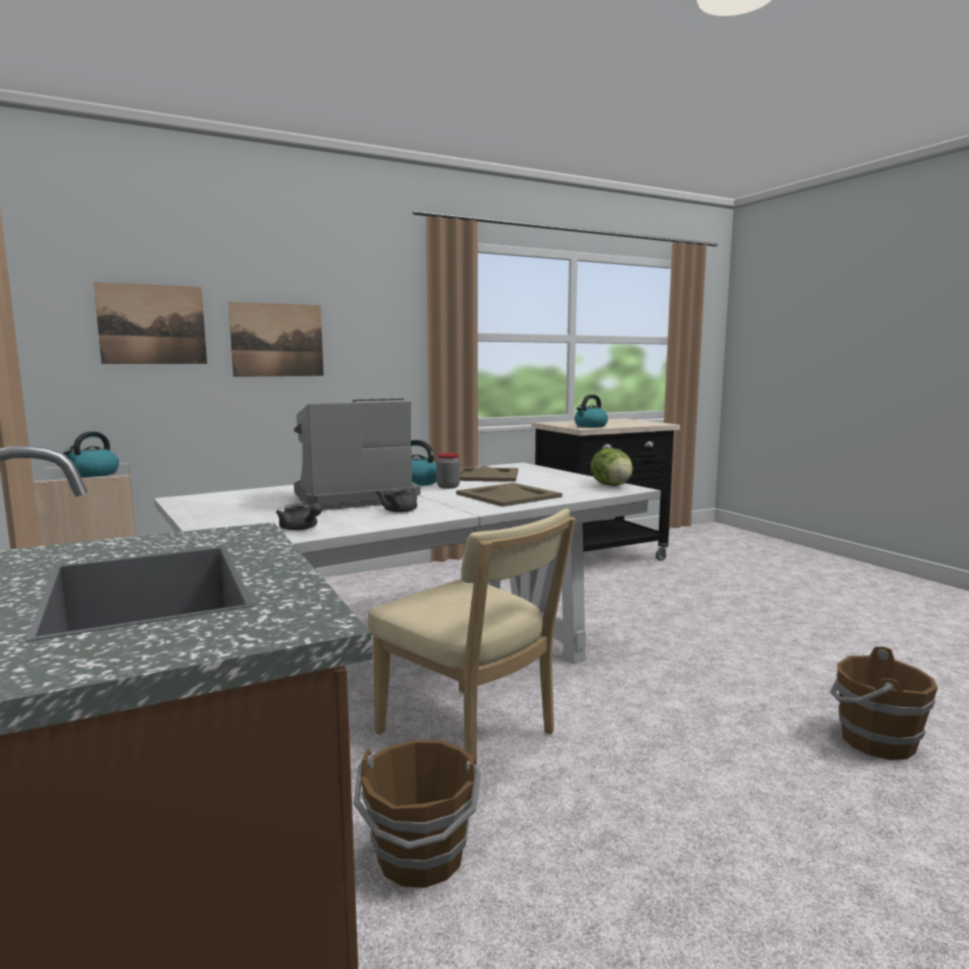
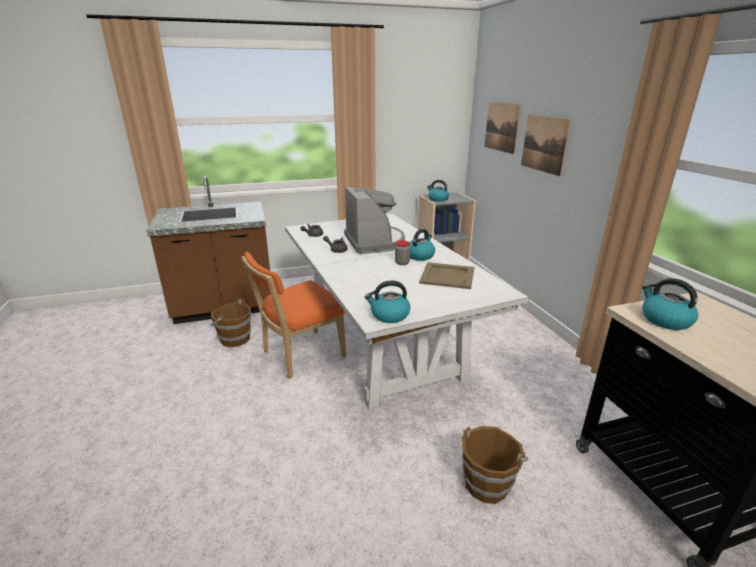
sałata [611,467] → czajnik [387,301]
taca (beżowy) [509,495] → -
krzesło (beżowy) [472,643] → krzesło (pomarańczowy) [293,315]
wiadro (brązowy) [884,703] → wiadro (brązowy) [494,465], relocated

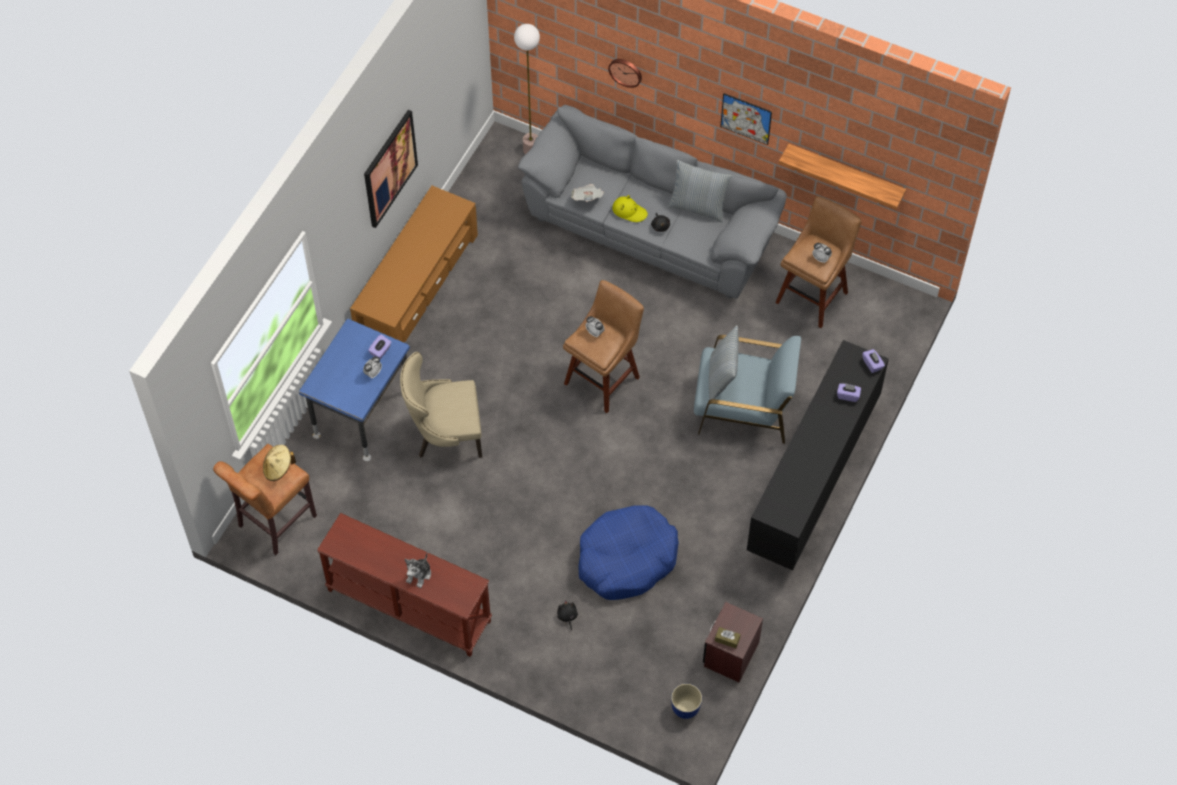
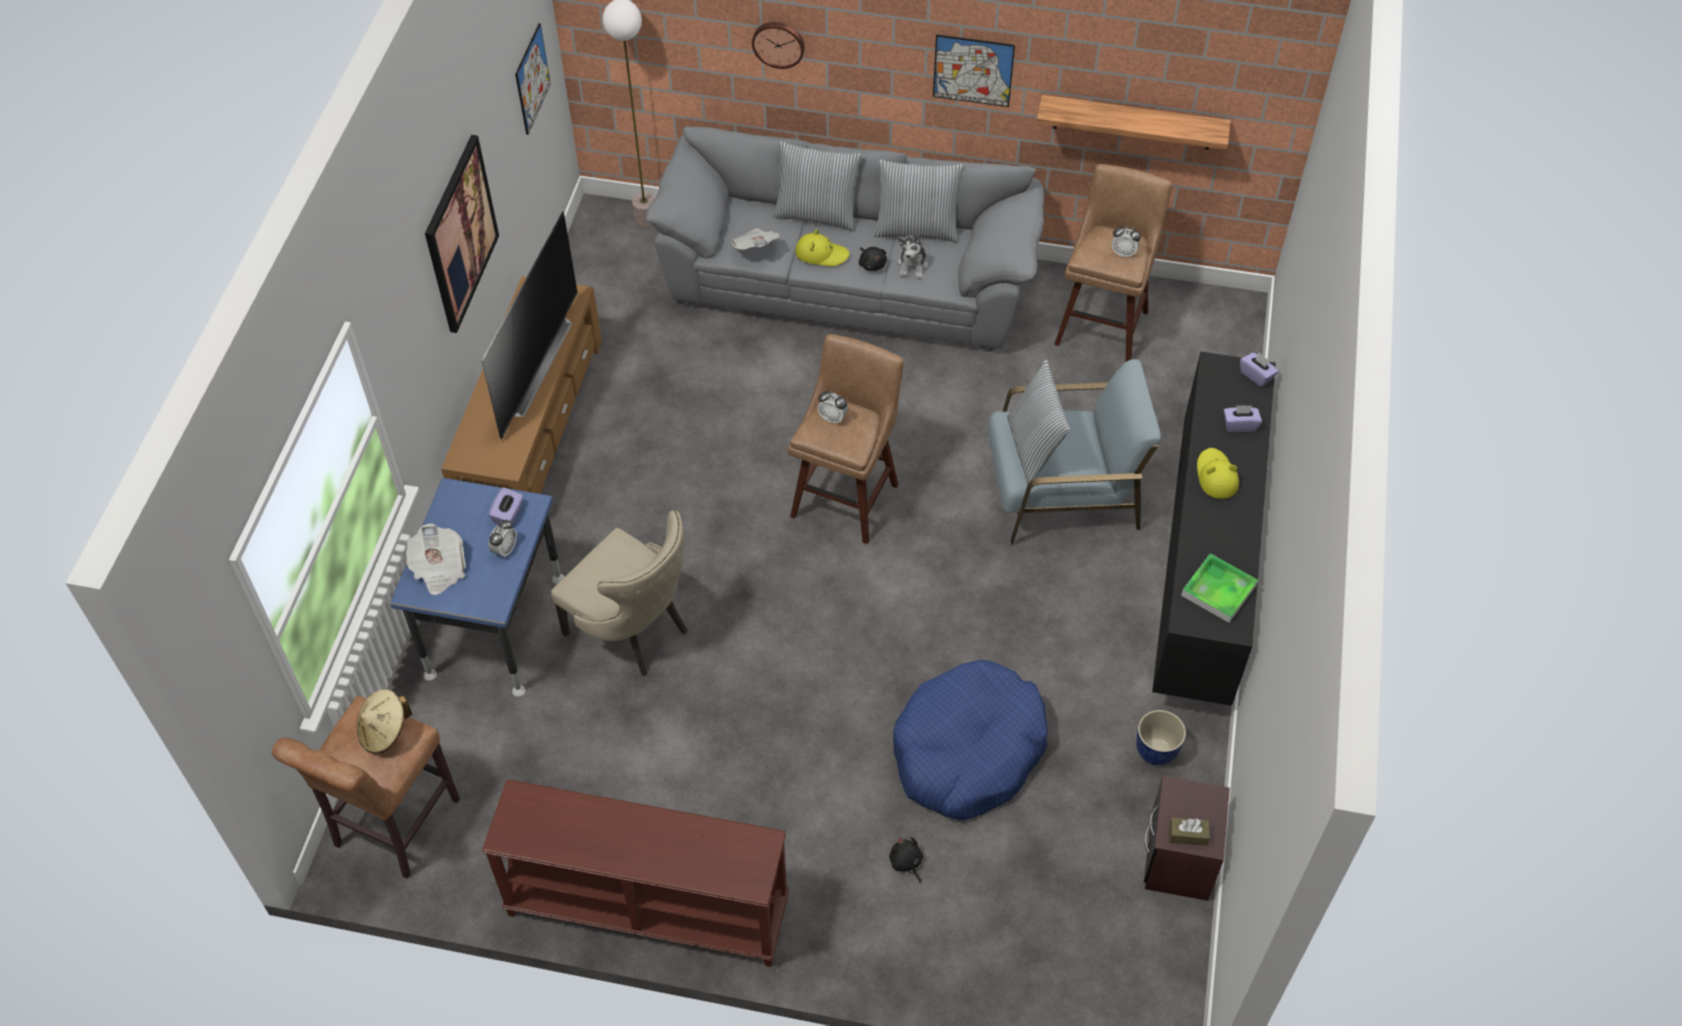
krzesło (beżowy) [441,405] → krzesło (beżowy) [619,593], 120 degrees counterclockwise
pluszak [418,570] → pluszak [912,256], relocated
donica [686,701] → donica [1161,737], relocated
- → obraz [533,79]
- → poduszka [817,186]
- → telewizor [529,325]
- → kapelusz (żółty) [1218,473]
- → gazeta [435,559]
- → taca [1219,588]

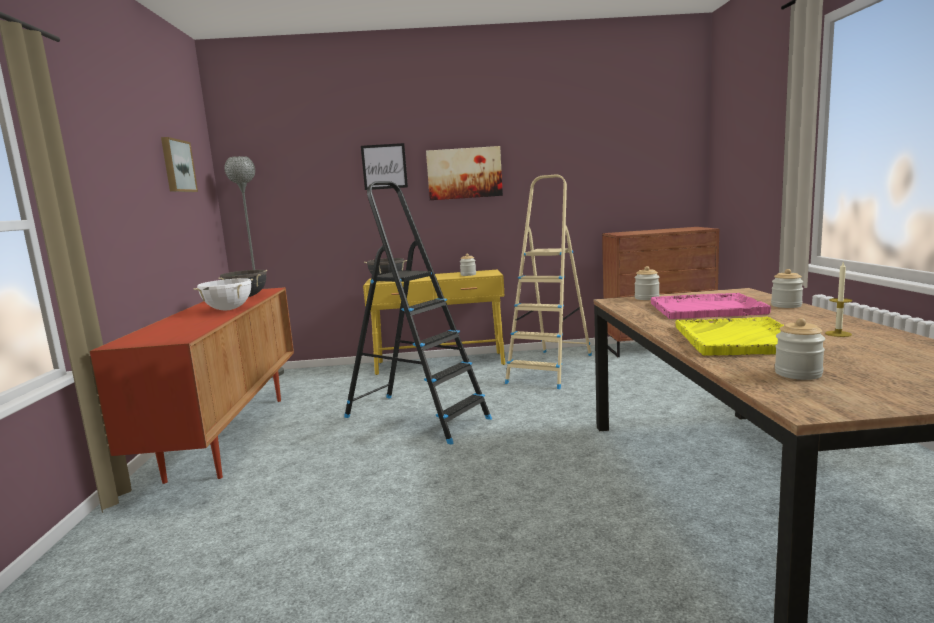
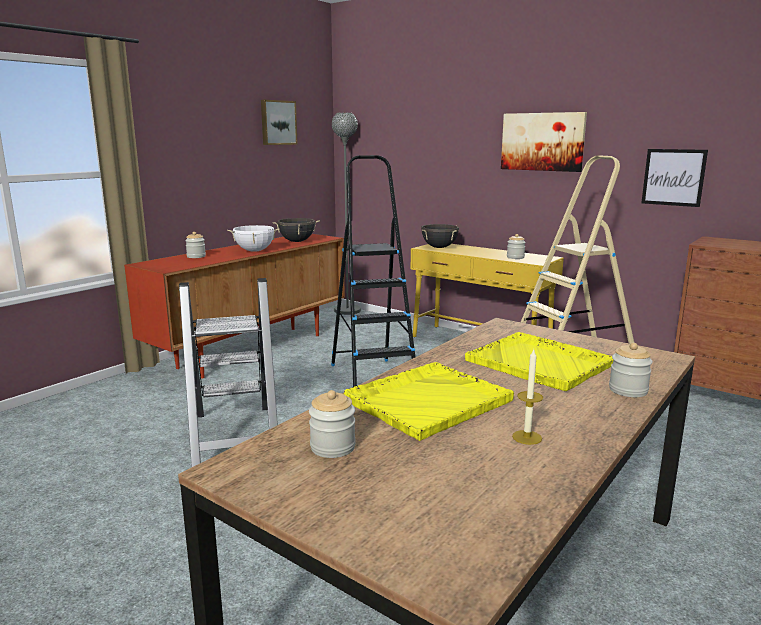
obraz [384,166] → obraz [674,178], relocated
słoik [646,283] → słoik [195,245], relocated
taca (różowy) [711,306] → taca (żółty) [539,361]
- → drabinka (szary) [228,373]

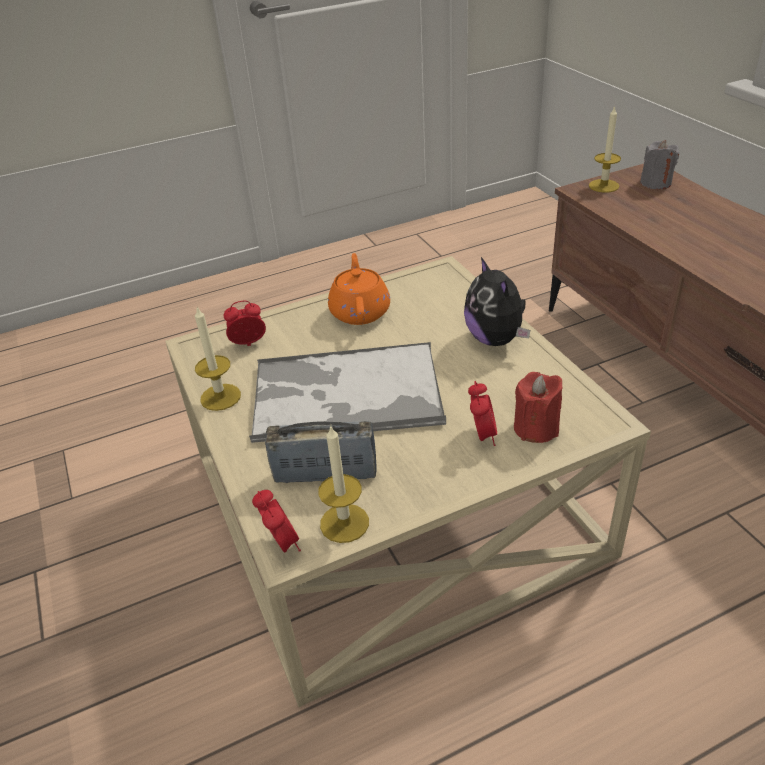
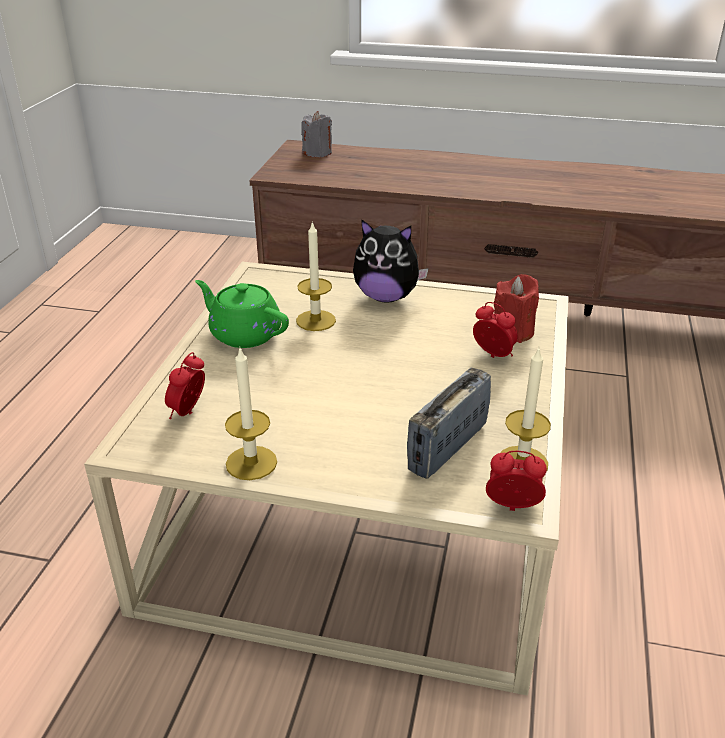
świeca [605,149] → świeca [316,276], relocated
imbryk (pomarańczowy) [359,289] → imbryk (zielony) [242,314]
taca [347,392] → -

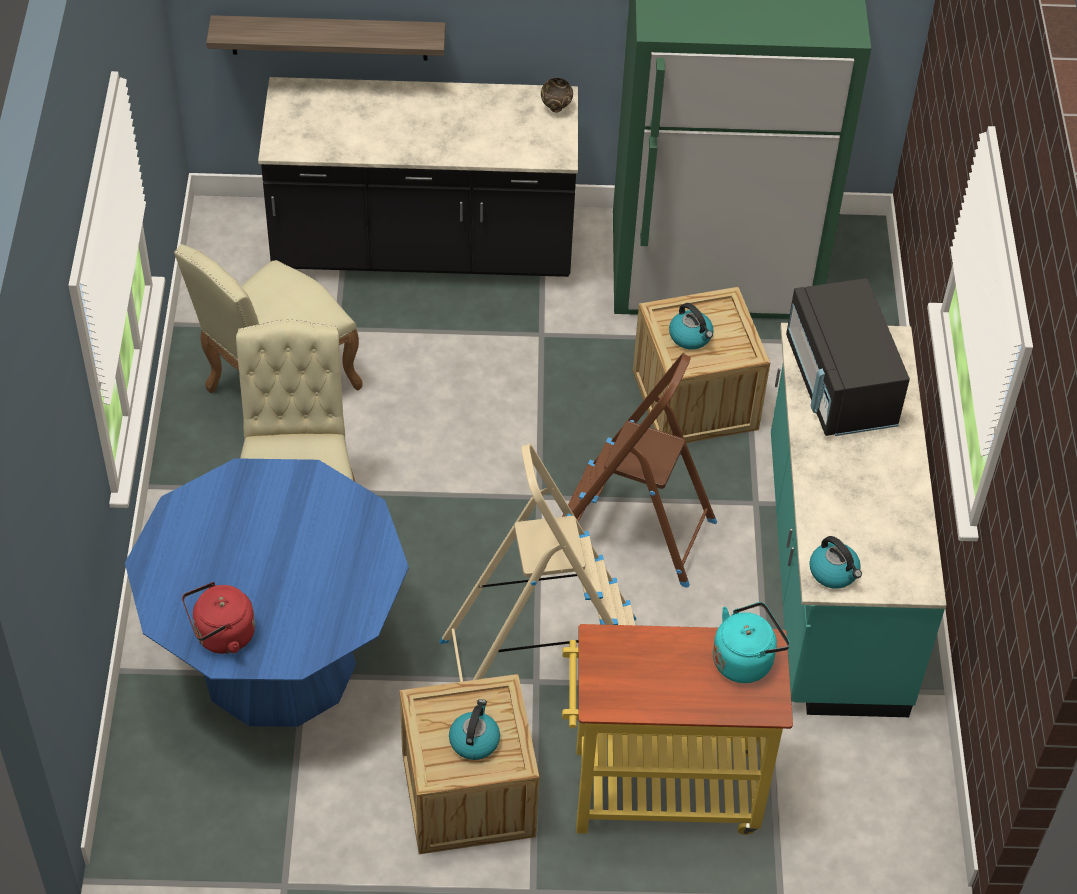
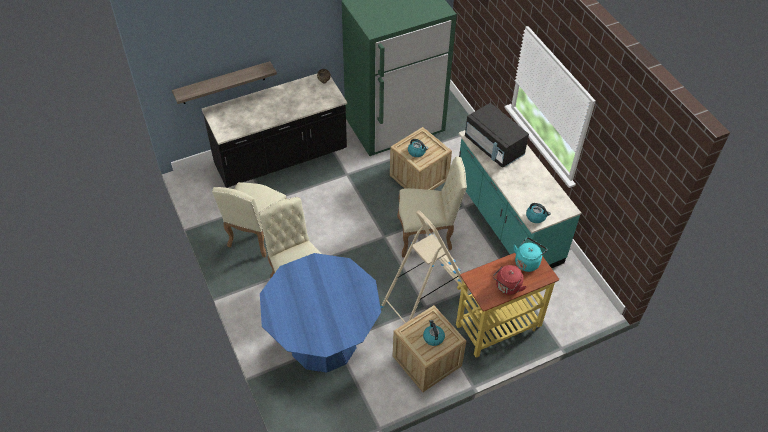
drabinka (brązowy) [639,470] → krzesło (beżowy) [432,207]
czajnik (czerwony) [218,618] → czajnik (czerwony) [509,280], relocated

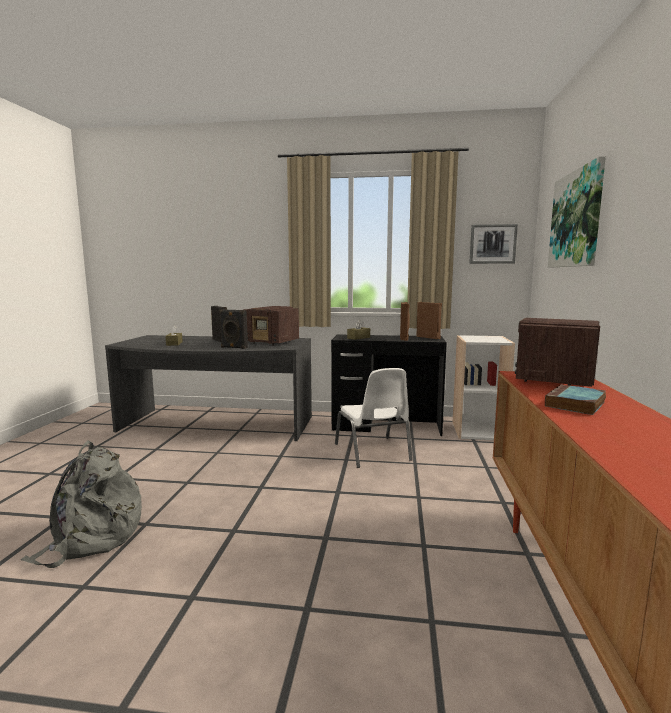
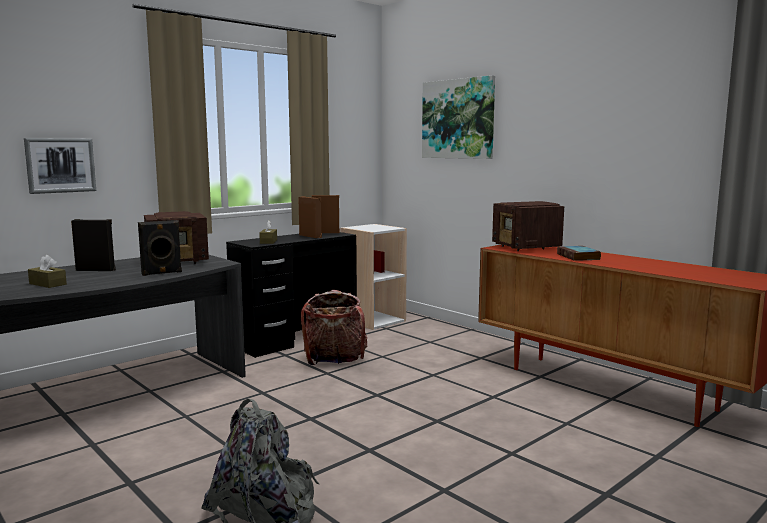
obraz [493,244] → obraz [60,166], relocated
krzesło (biały) [374,418] → plecak [334,327]

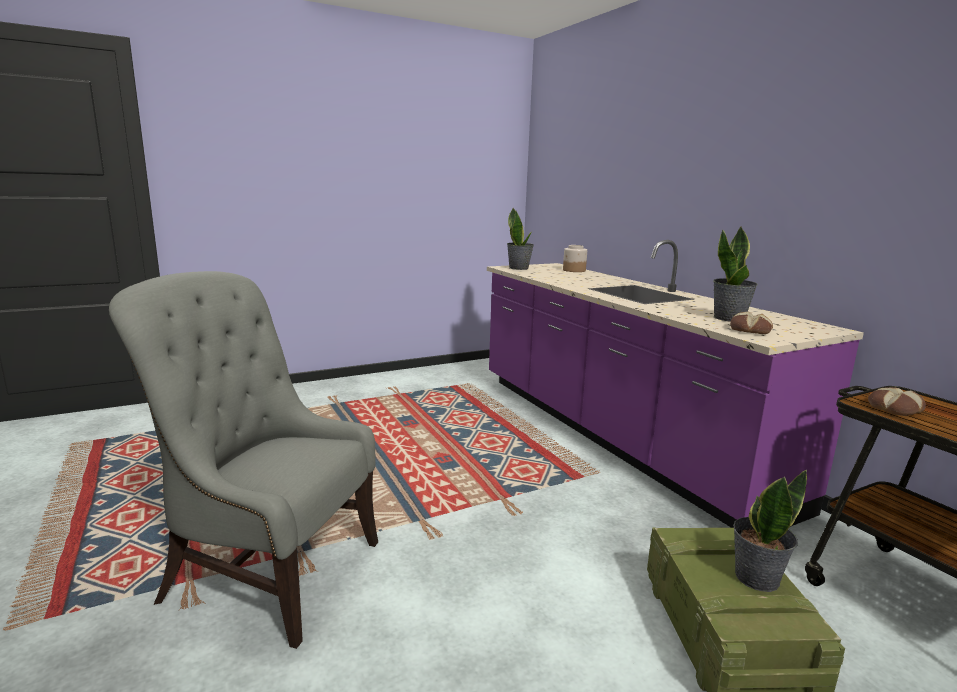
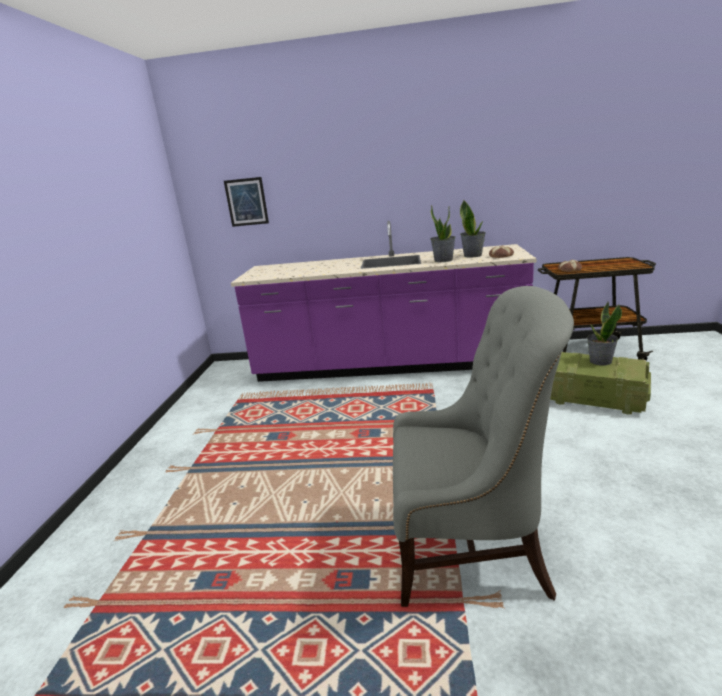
roślina doniczkowa [520,239] → roślina doniczkowa [443,233], relocated
słoik [575,258] → -
krzesło (szary) [243,460] → krzesło (szary) [483,446], 135 degrees counterclockwise
- → obraz [246,202]

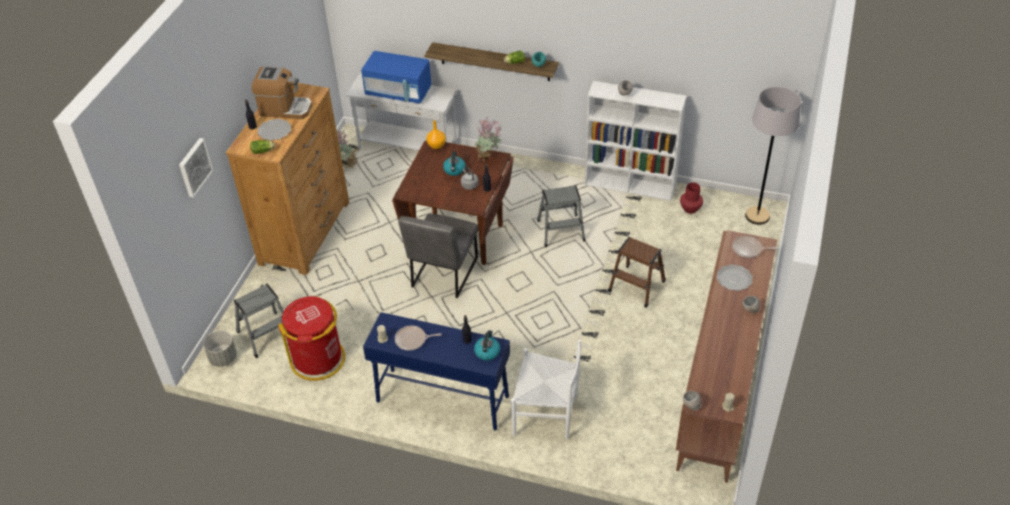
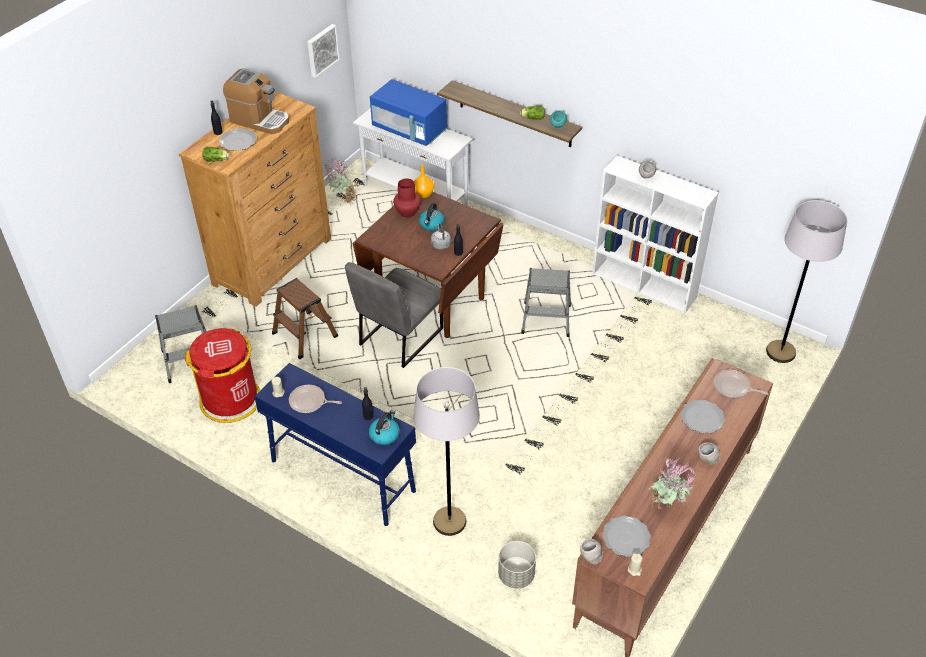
roślina doniczkowa [487,139] → roślina doniczkowa [672,484], relocated
obraz [196,167] → obraz [323,51], relocated
wazon (czerwony) [691,198] → wazon (czerwony) [407,198], relocated
drabinka (brązowy) [637,272] → drabinka (brązowy) [305,318], relocated
donica (szary) [220,348] → donica (szary) [517,565], relocated
krzesło (biały) [546,389] → lampa stojąca (szary) [447,451]
- → talerz [626,536]

